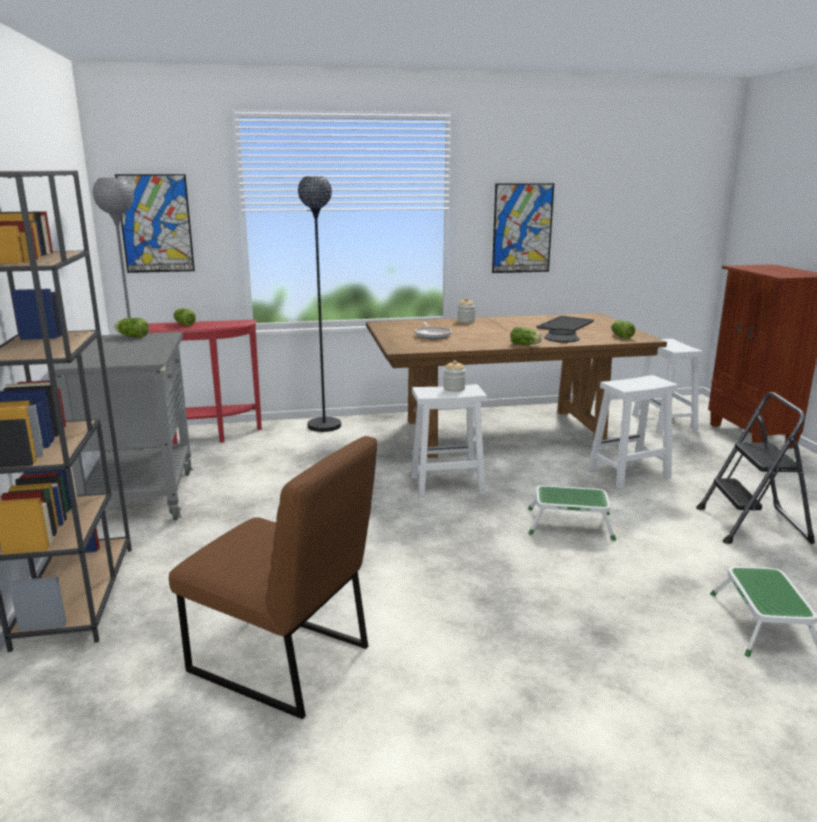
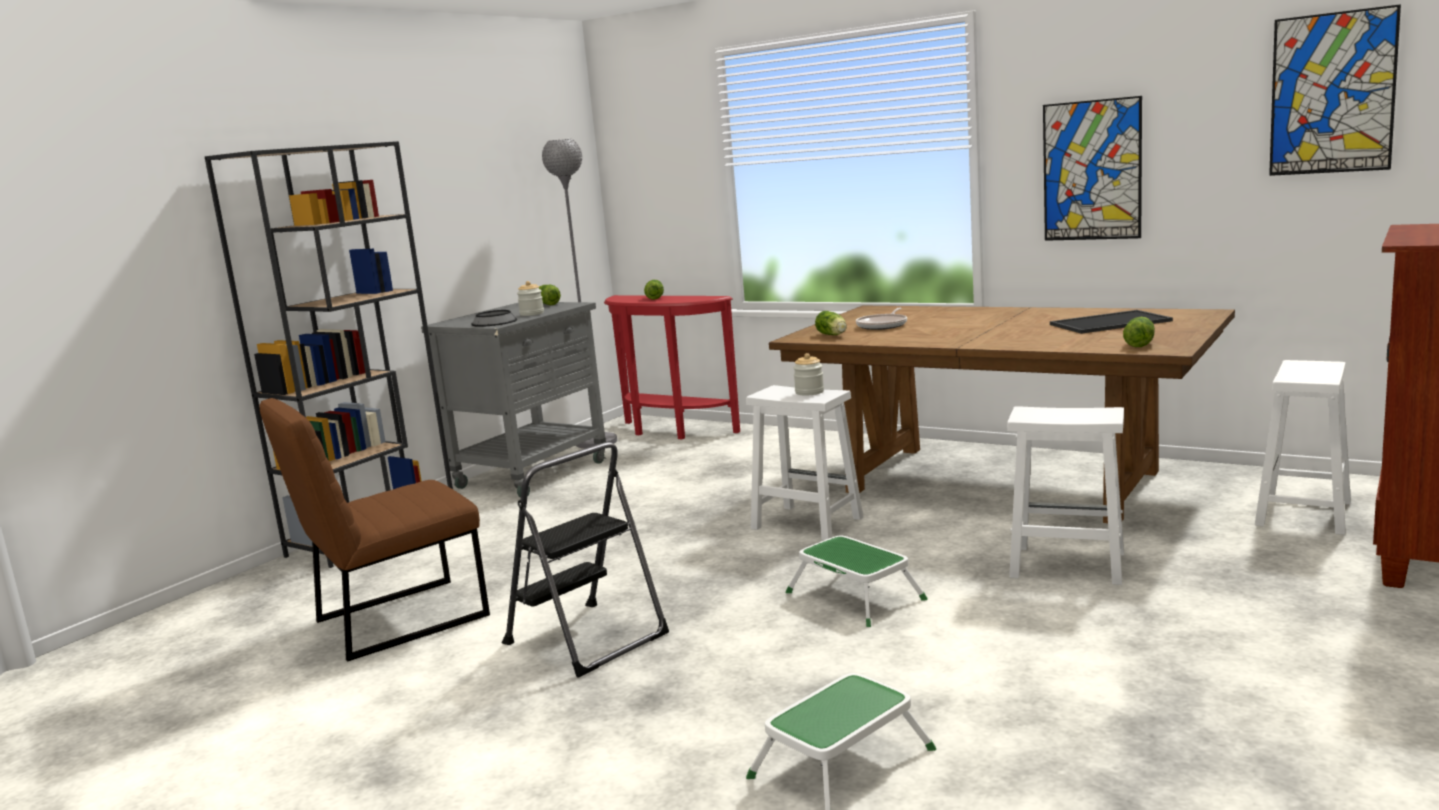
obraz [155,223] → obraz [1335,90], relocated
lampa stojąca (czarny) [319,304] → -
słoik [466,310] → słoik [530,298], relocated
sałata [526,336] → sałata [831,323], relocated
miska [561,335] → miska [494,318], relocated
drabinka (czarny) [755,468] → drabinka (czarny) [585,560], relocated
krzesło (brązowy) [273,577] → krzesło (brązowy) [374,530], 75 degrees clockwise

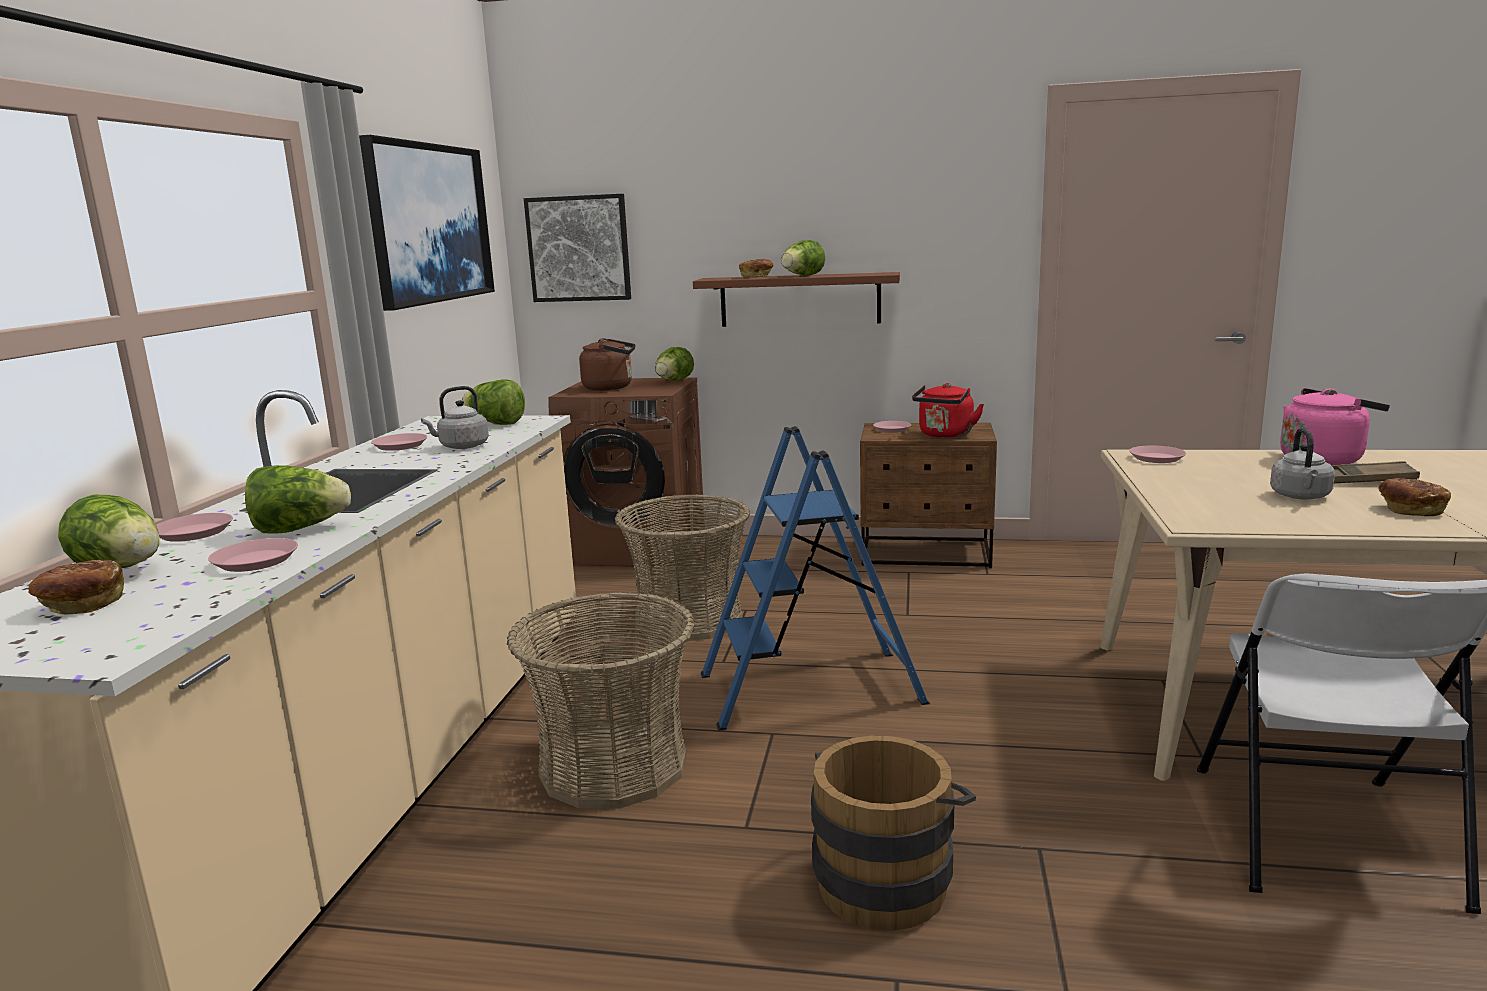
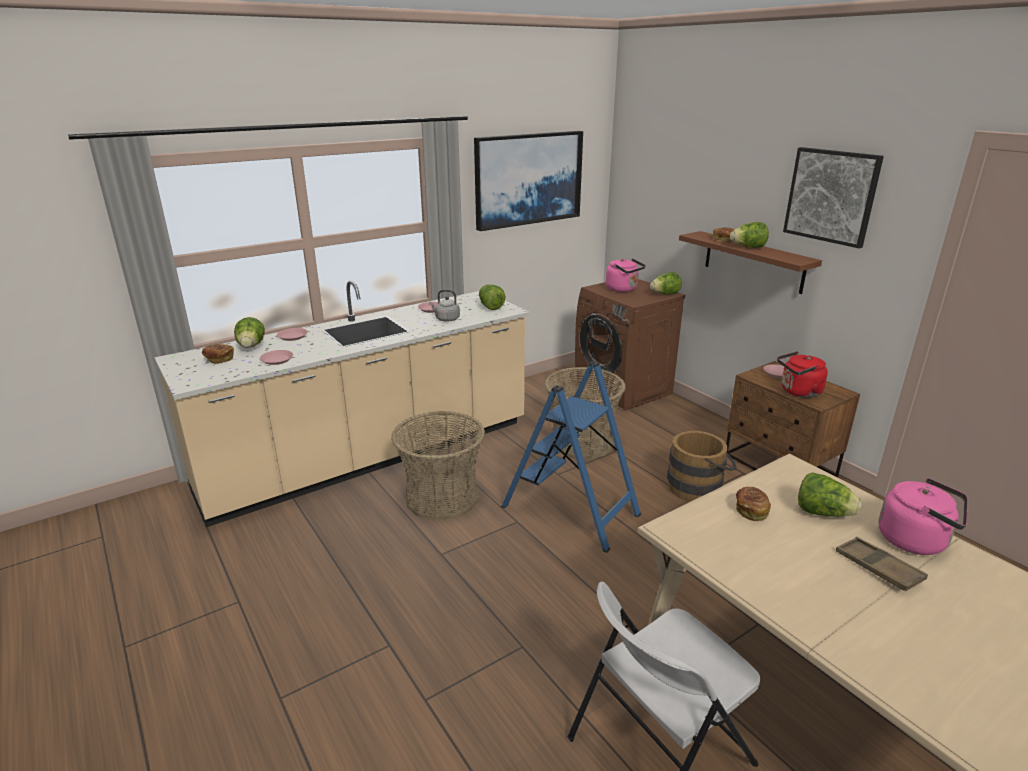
obraz [577,248] → obraz [833,197], relocated
czajnik (brązowy) [607,364] → czajnik (różowy) [626,275]
czajnik (szary) [1302,464] → -
talerz (różowy) [1157,454] → -
sałata [298,499] → sałata [830,494], relocated
chleb [1415,497] → chleb [753,504], relocated
wiadro (brązowy) [893,833] → wiadro (brązowy) [702,466], relocated

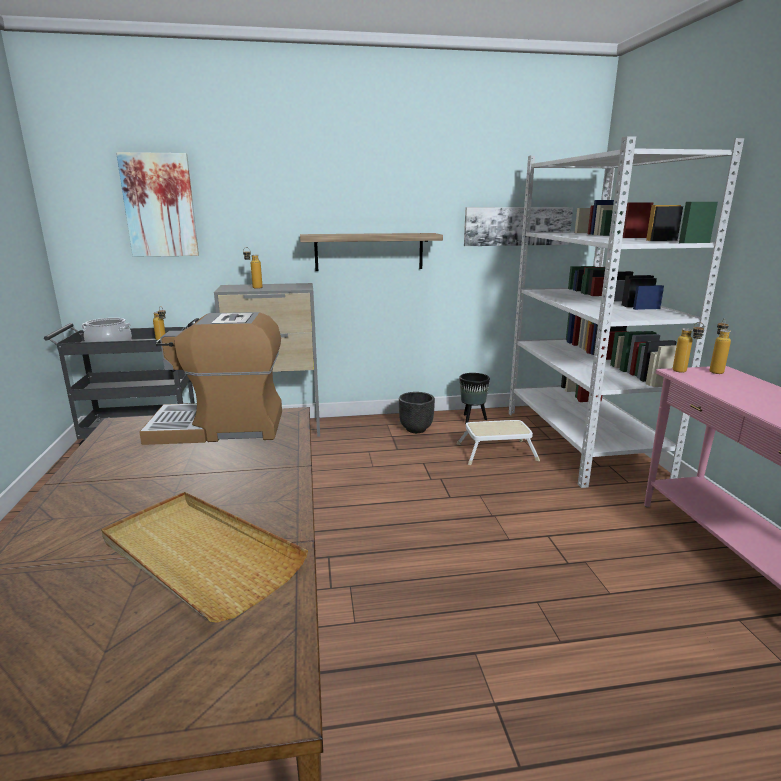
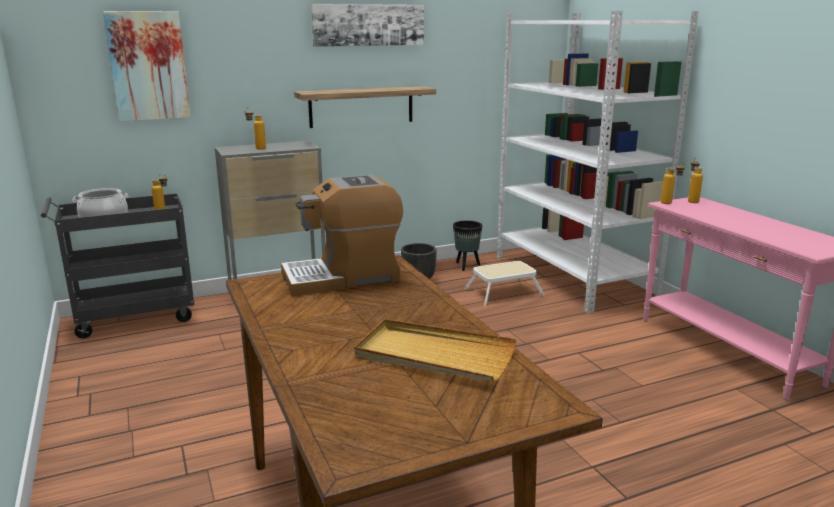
obraz [518,226] → obraz [367,25], relocated

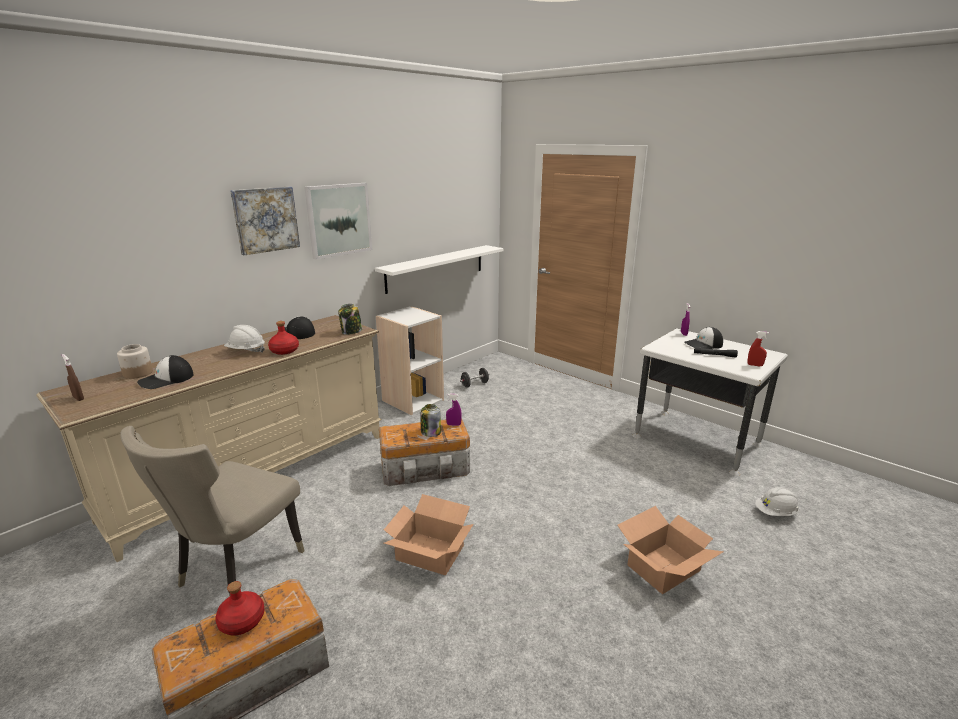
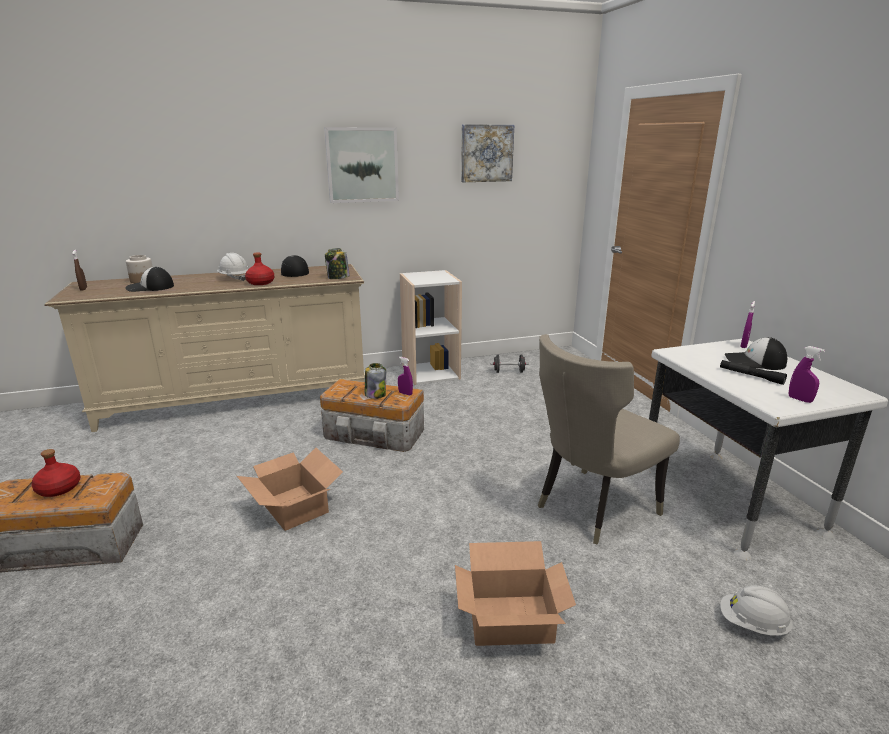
obraz [265,220] → obraz [487,153], relocated
półka (biały) [439,269] → -
spryskiwacz (czerwony) [758,348] → spryskiwacz (fioletowy) [806,374]
krzesło (beżowy) [212,511] → krzesło (beżowy) [609,439], relocated

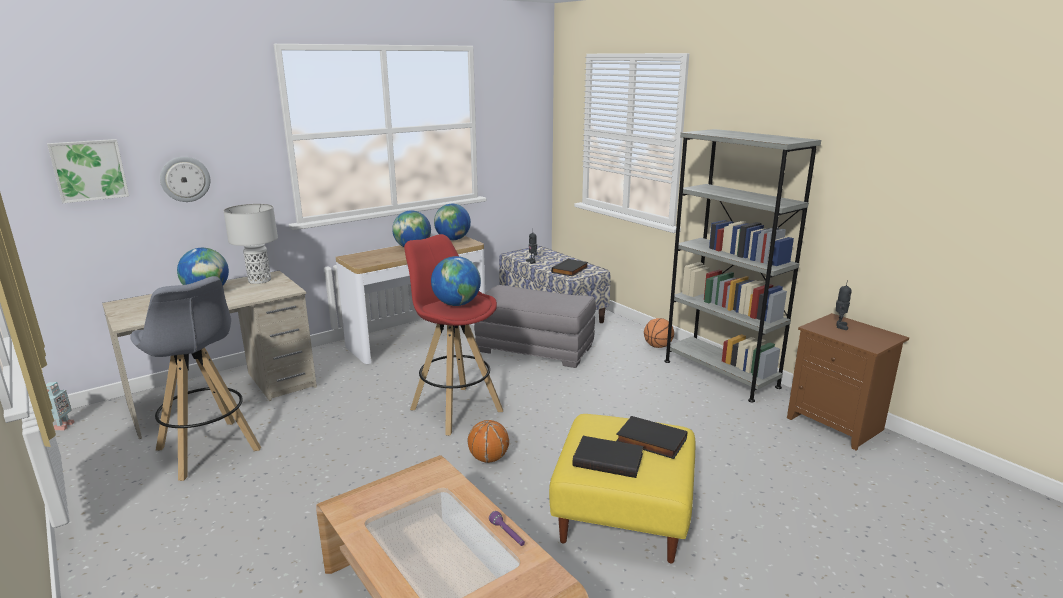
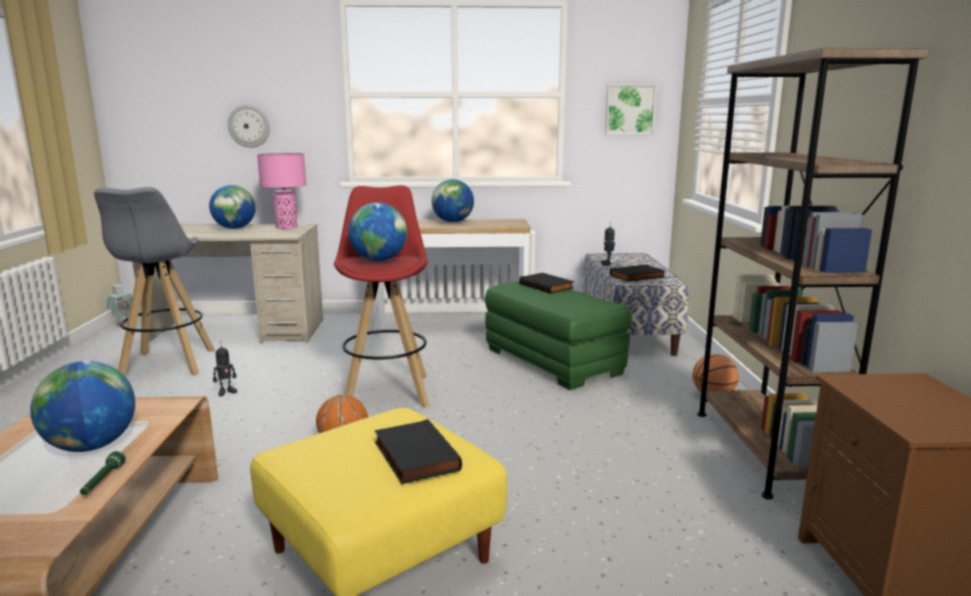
regał (szary) [742,265] → regał (brązowy) [812,273]
obraz [88,171] → obraz [631,109], relocated
lampa stołowa (biały) [251,244] → lampa stołowa (różowy) [282,191]
globus [452,222] → globus [82,406], relocated
robot zabawkowy [843,305] → robot zabawkowy [225,368], relocated
pufa (szary) [535,326] → pufa (zielony) [558,335]
książka (czarny) [607,457] → książka (czarny) [546,283], relocated
latarka (fioletowy) [507,528] → latarka (zielony) [103,473]

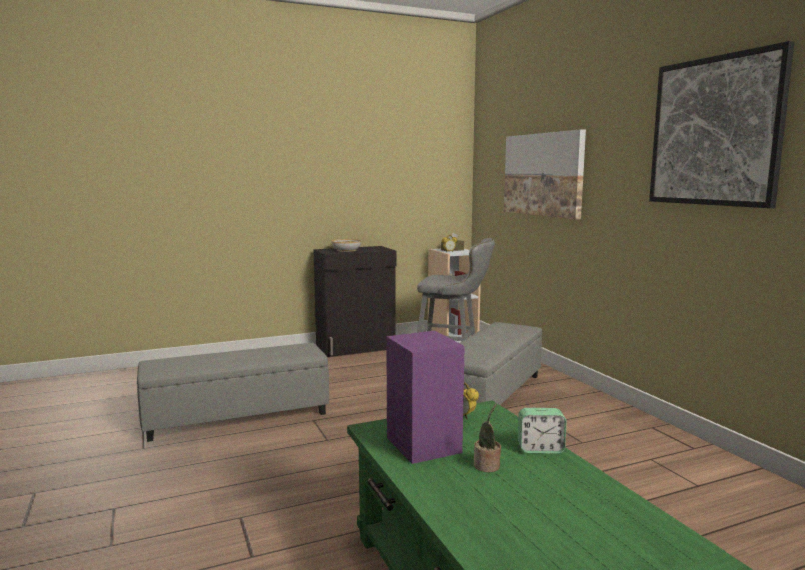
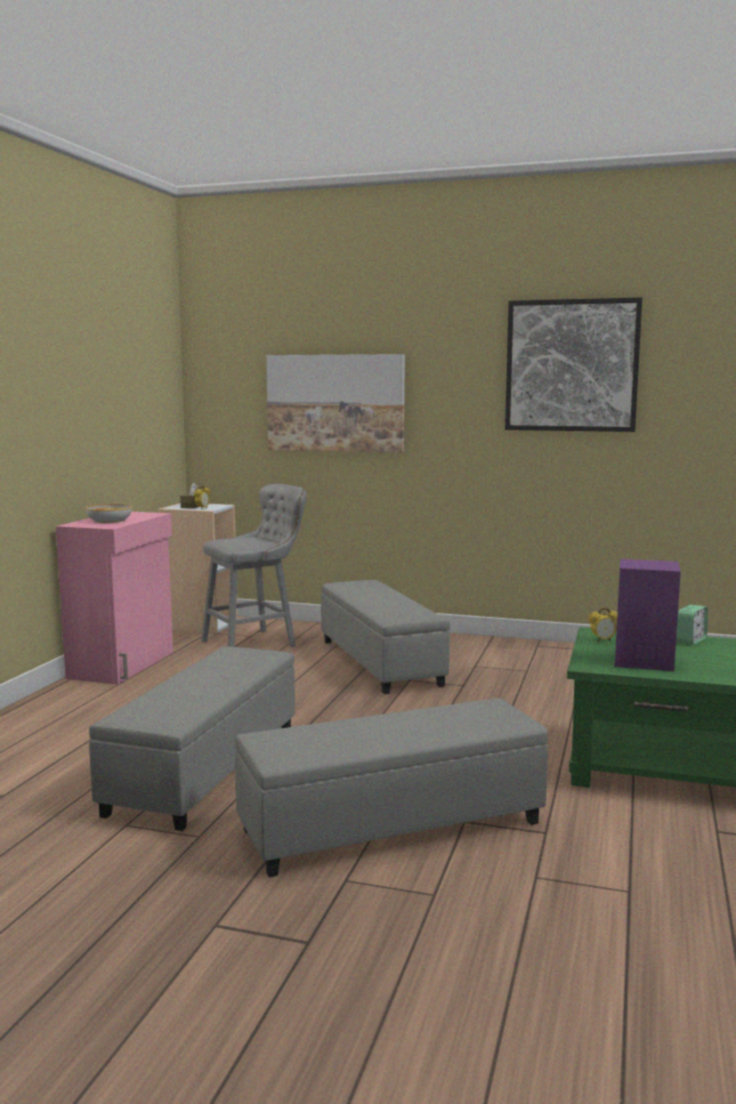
szafka (czarny) [355,301] → szafka (różowy) [114,598]
roślina doniczkowa [487,437] → -
- → pufa (szary) [391,787]

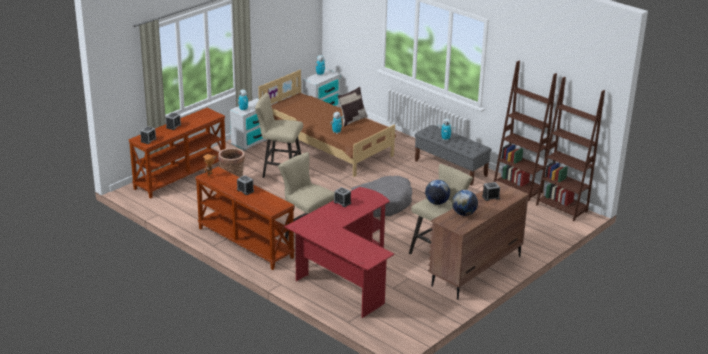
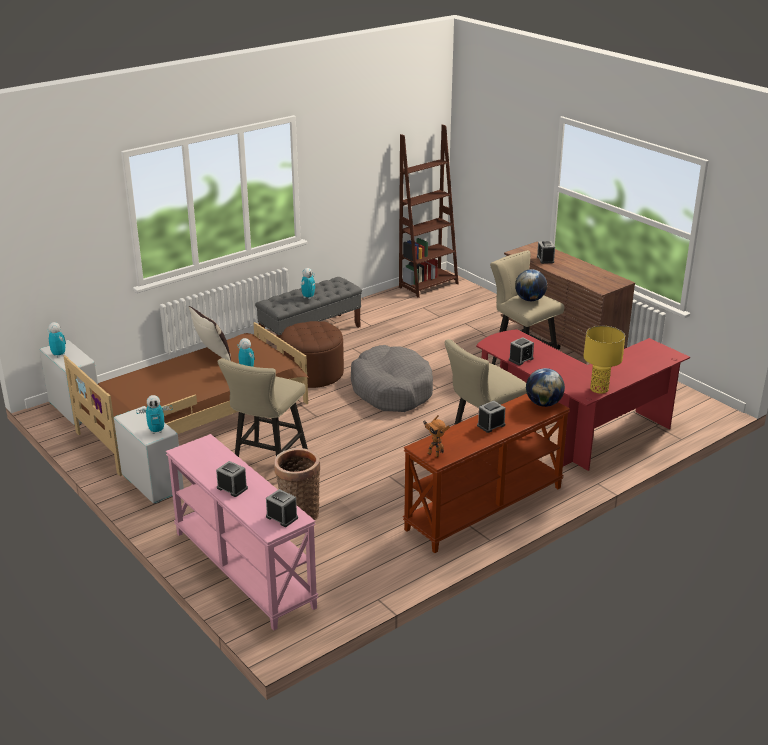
regał (brązowy) [525,131] → -
stolik konsolowy (brązowy) [177,153] → stolik konsolowy (różowy) [242,532]
globus [465,203] → globus [545,387], relocated
- → pufa (brązowy) [312,354]
- → lampa stołowa (żółty) [604,360]

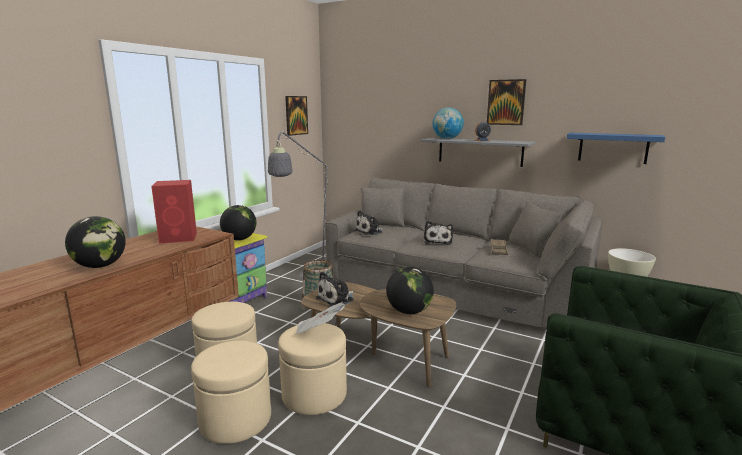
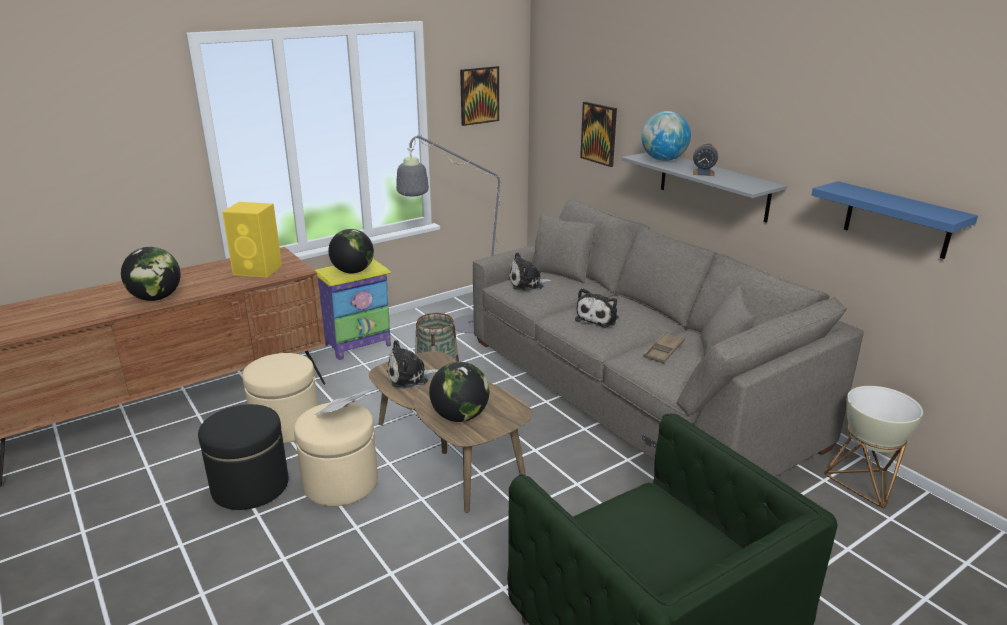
obraz [506,102] → obraz [598,134], relocated
głośnik (czerwony) [174,212] → głośnik (żółty) [252,240]
pufa (beżowy) [231,392] → pufa (czarny) [243,457]

